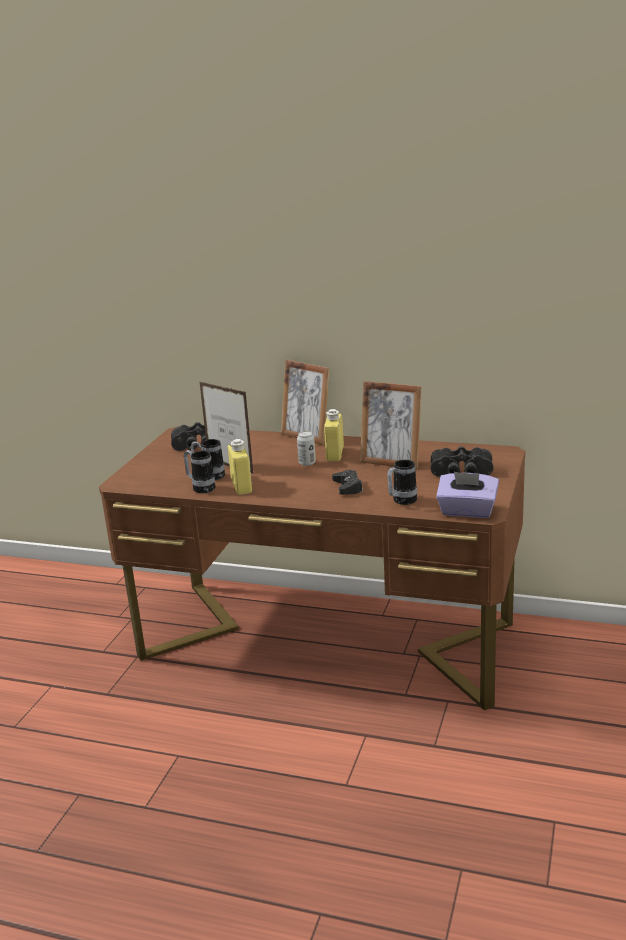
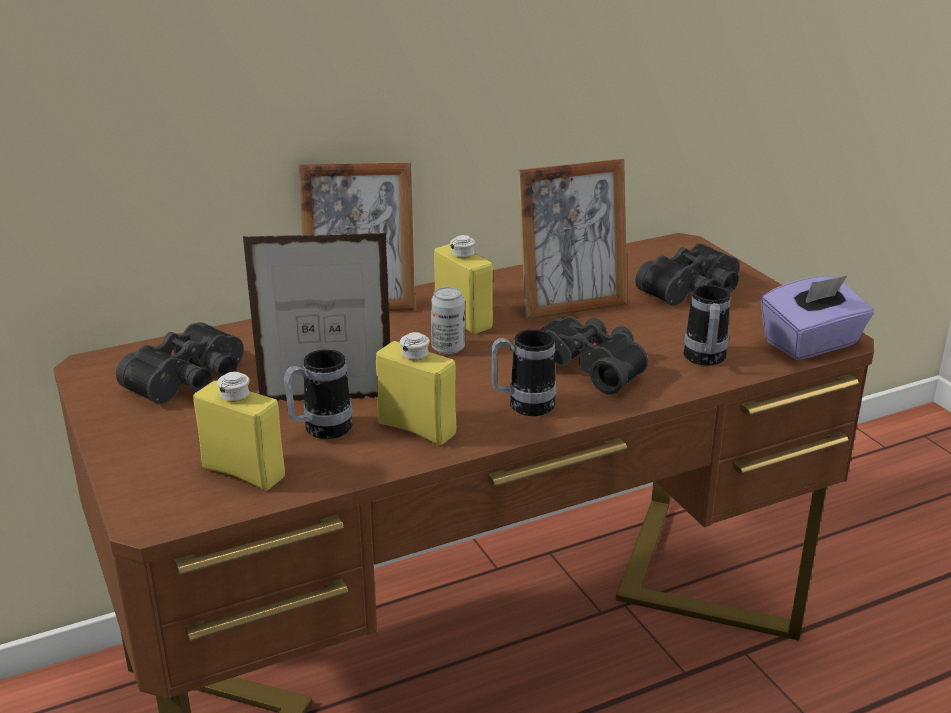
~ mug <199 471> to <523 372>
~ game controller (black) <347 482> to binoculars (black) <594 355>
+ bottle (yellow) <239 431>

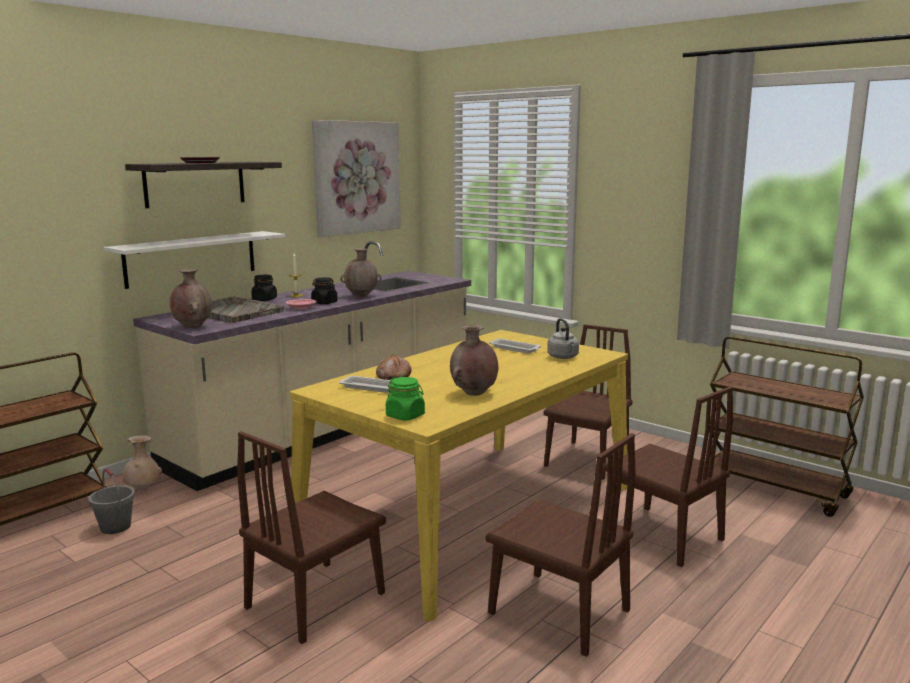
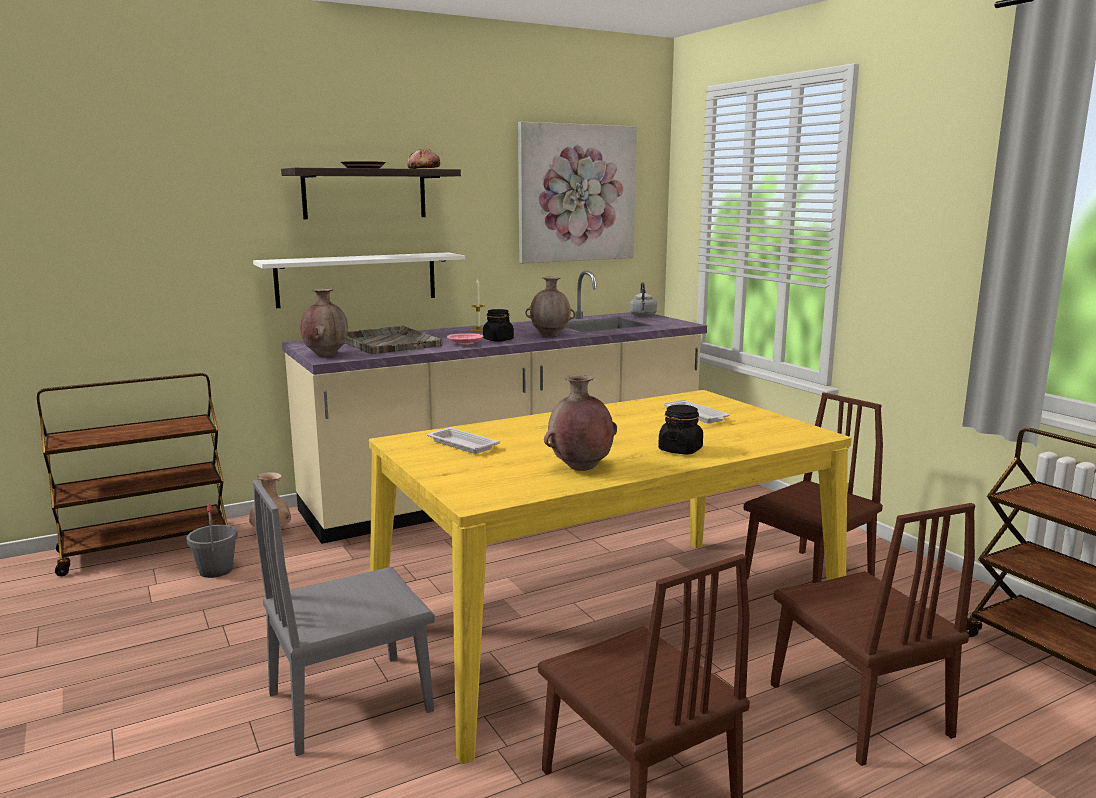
~ jar (black) <264 288> to <680 430>
~ kettle (grey) <563 338> to <643 299>
~ bread <393 367> to <423 158>
- jar (green) <405 398>
~ chair (brown) <311 537> to chair (grey) <344 617>

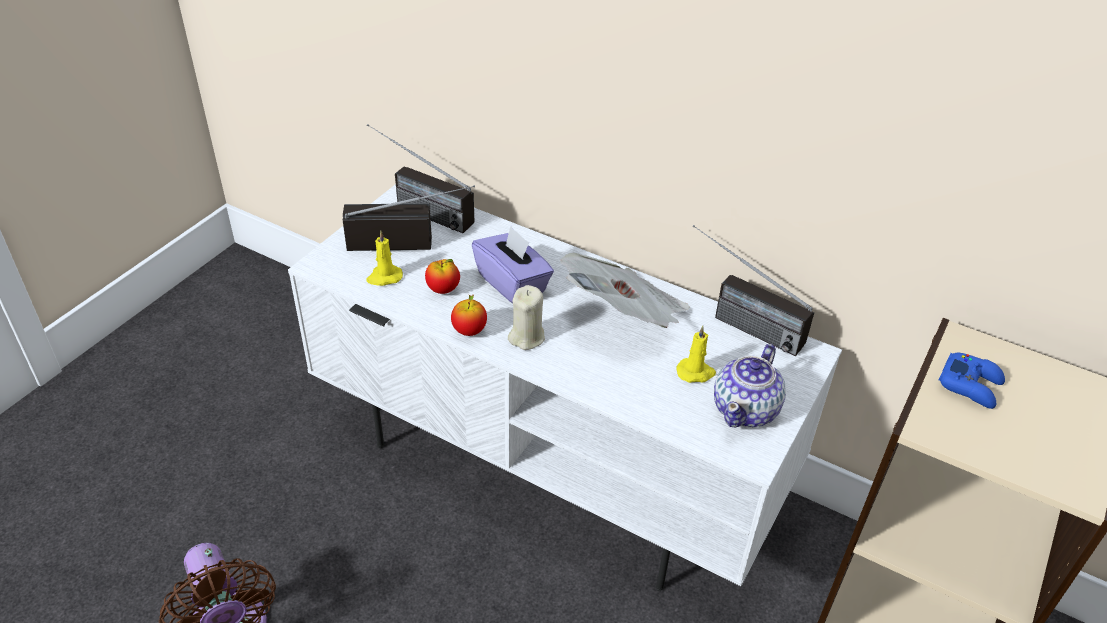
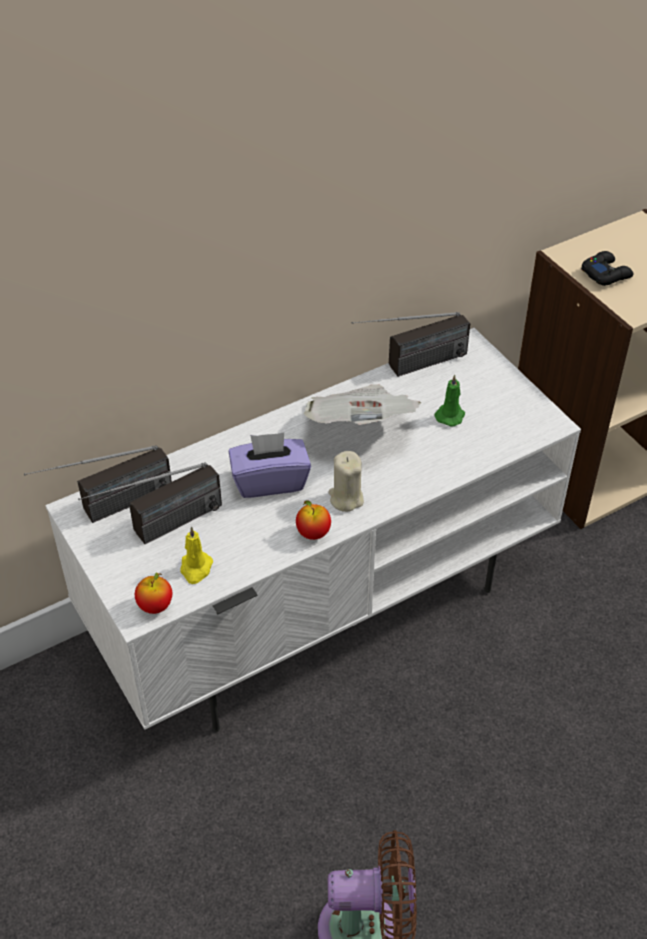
~ radio <409 218> = <150 503> 150 degrees counterclockwise
~ apple <442 276> to <153 593>
~ candle (yellow) <696 354> to candle (green) <450 400>
- teapot <750 386>
~ game controller (blue) <972 381> to game controller (black) <607 268>

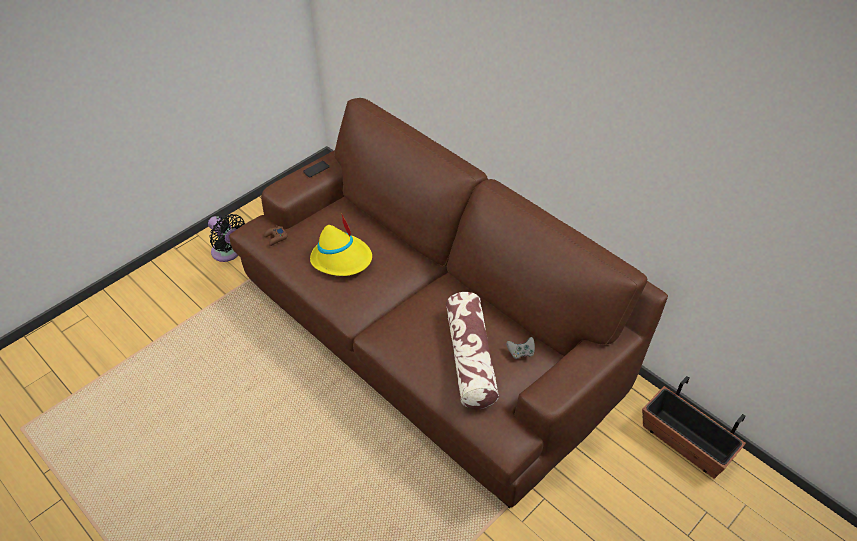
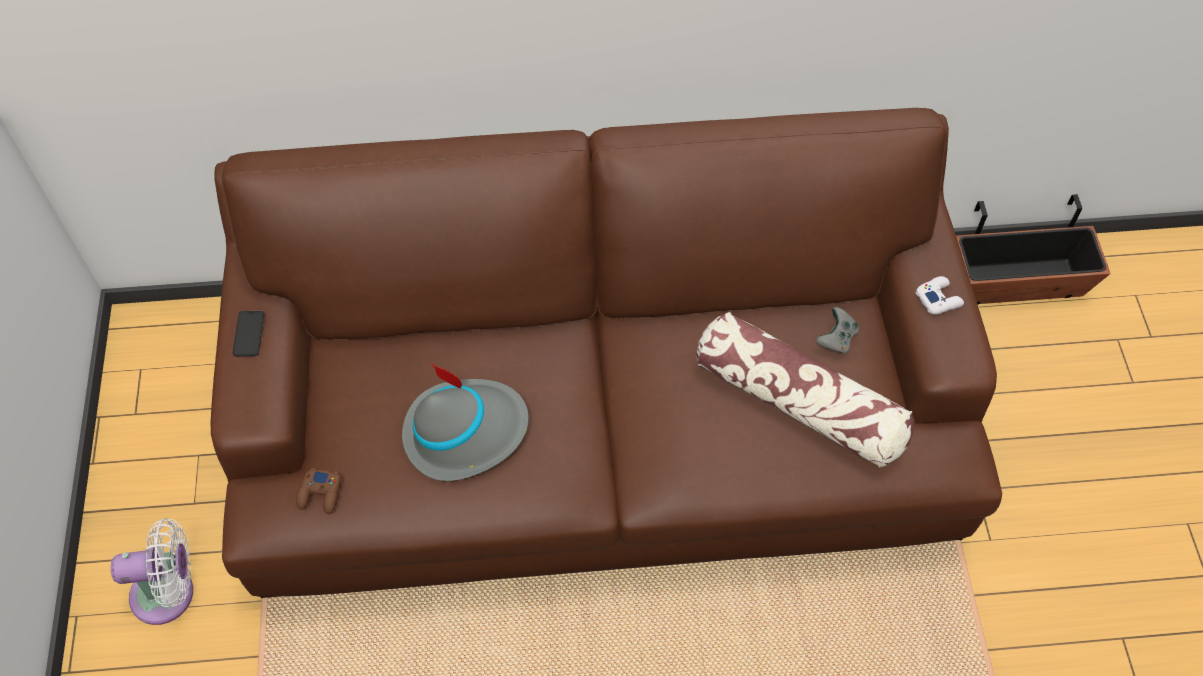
~ hat (yellow) <341 244> to hat (grey) <465 422>
~ fan (black) <226 238> to fan (white) <152 571>
+ game controller (white) <939 295>

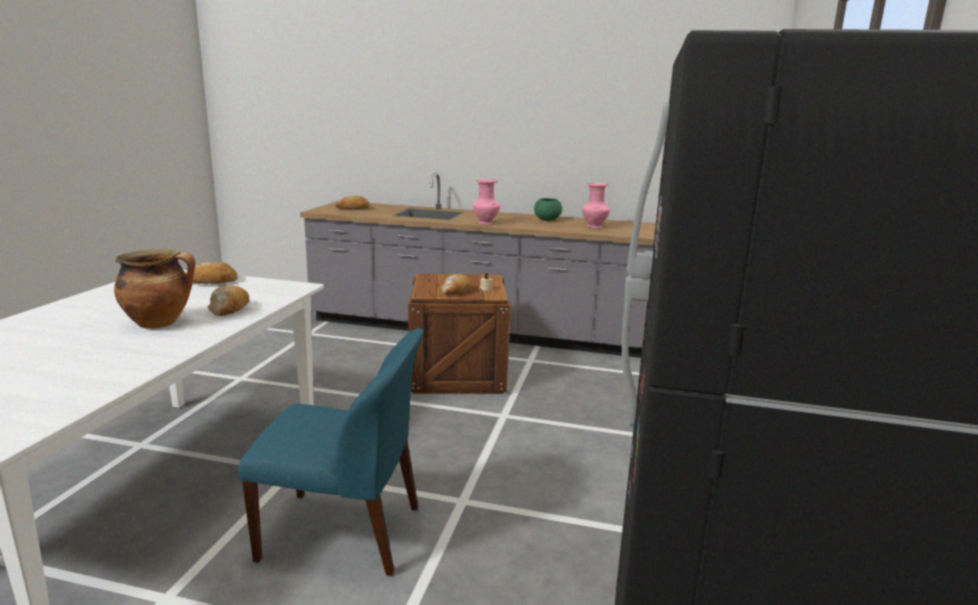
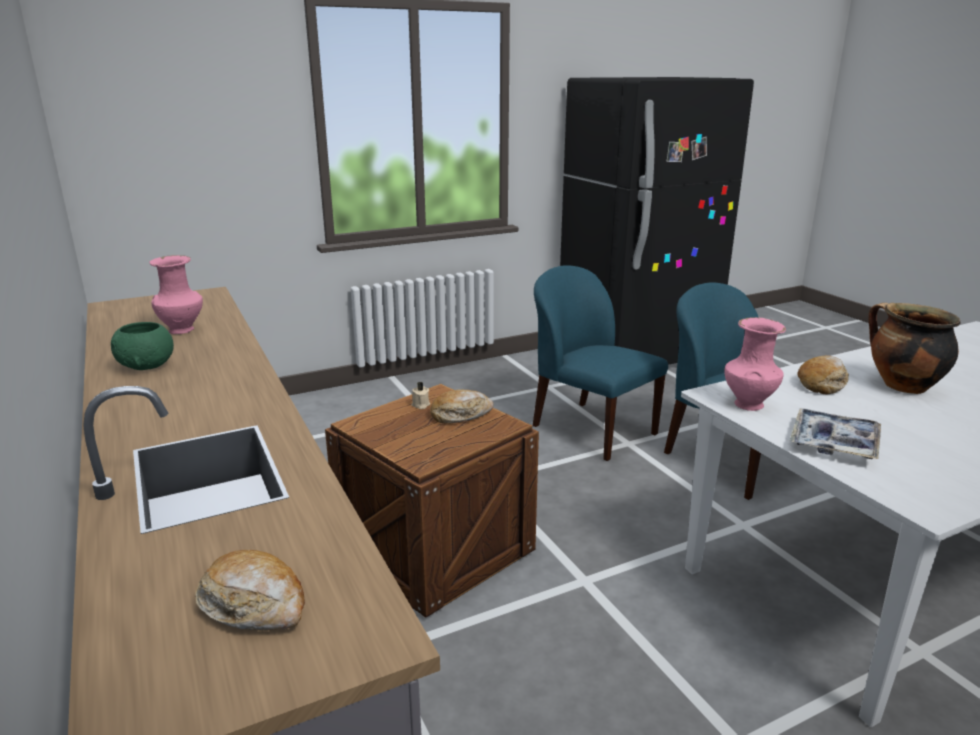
~ vase (pink) <487 202> to <755 364>
~ bread <211 273> to tray <835 433>
+ chair (blue) <600 363>

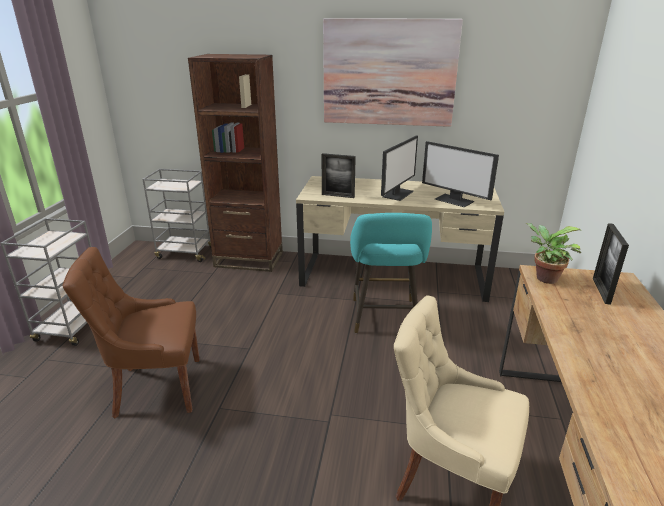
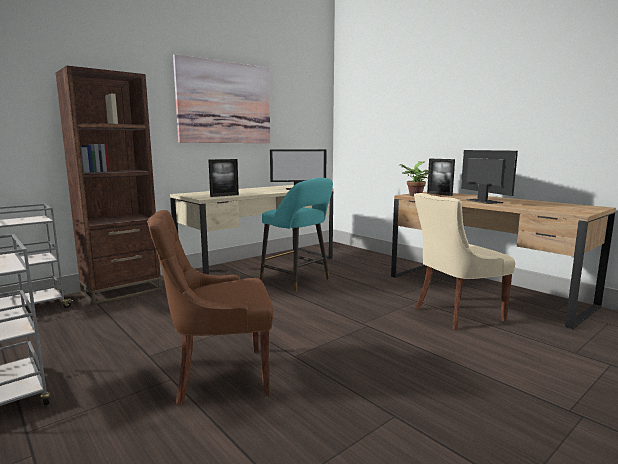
~ monitor <399 168> to <489 177>
~ chair (brown) <131 332> = <210 307> 45 degrees clockwise

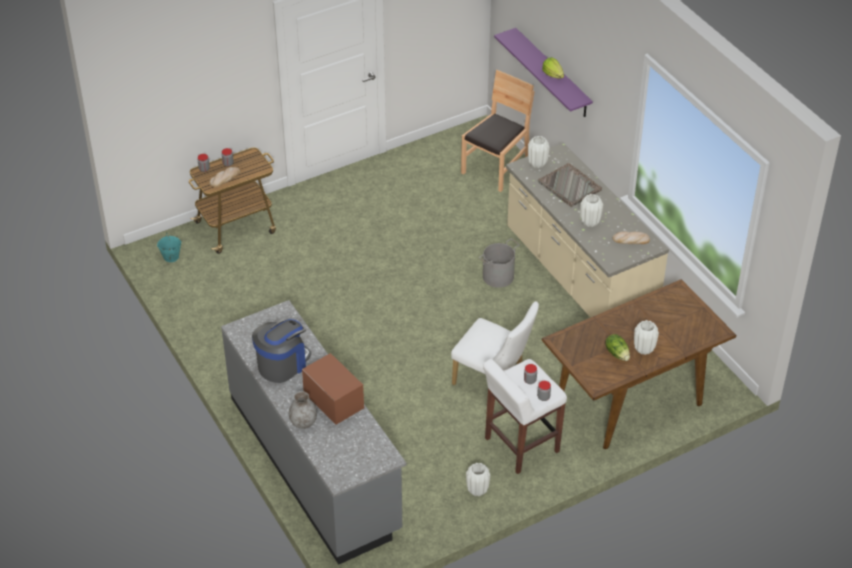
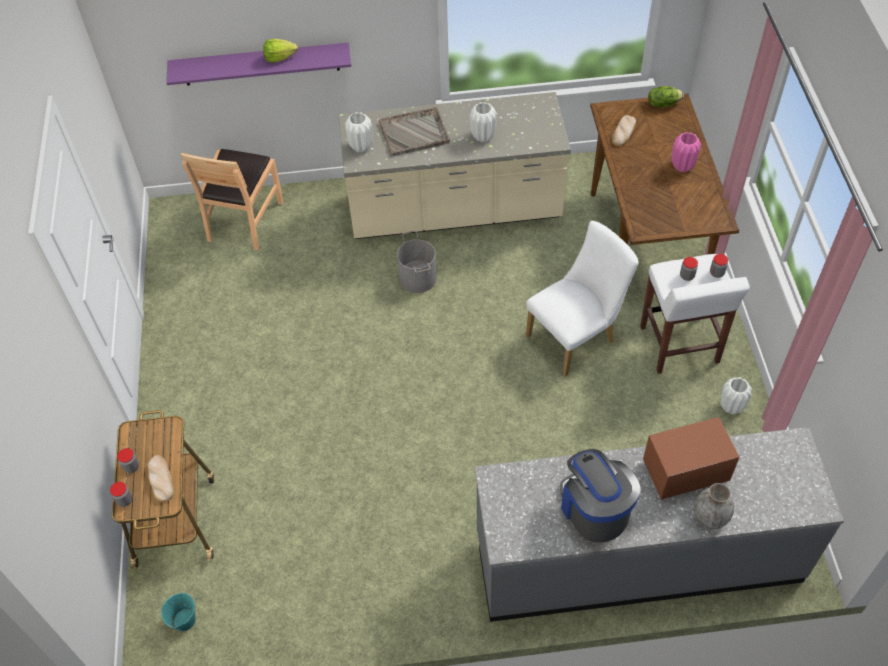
~ chair (brown) <497 131> = <232 199> 135 degrees counterclockwise
~ bread <631 238> to <624 130>
~ vase (white) <646 337> to vase (pink) <686 152>
~ lettuce <617 347> to <666 97>

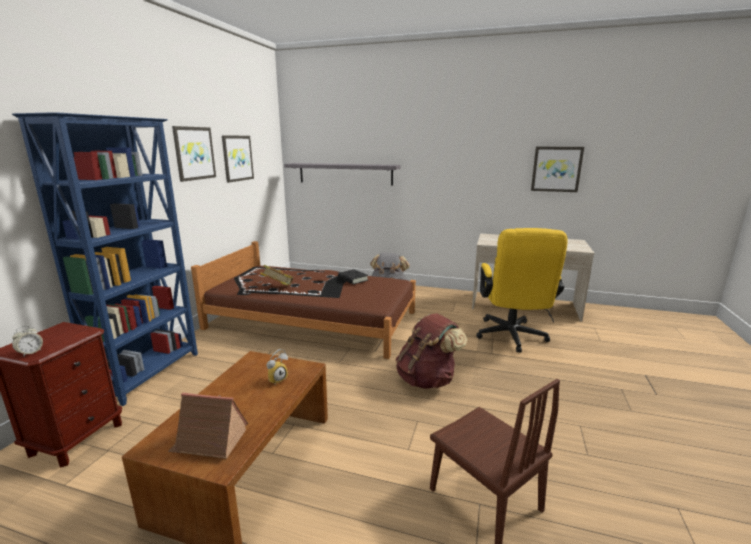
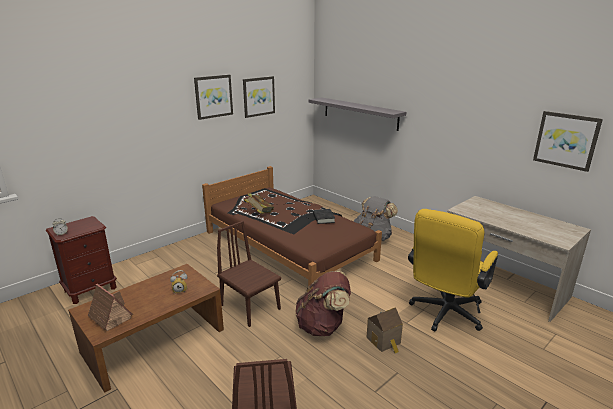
- bookcase (blue) <105 259>
+ chair (brown) <249 274>
+ toy house <384 330>

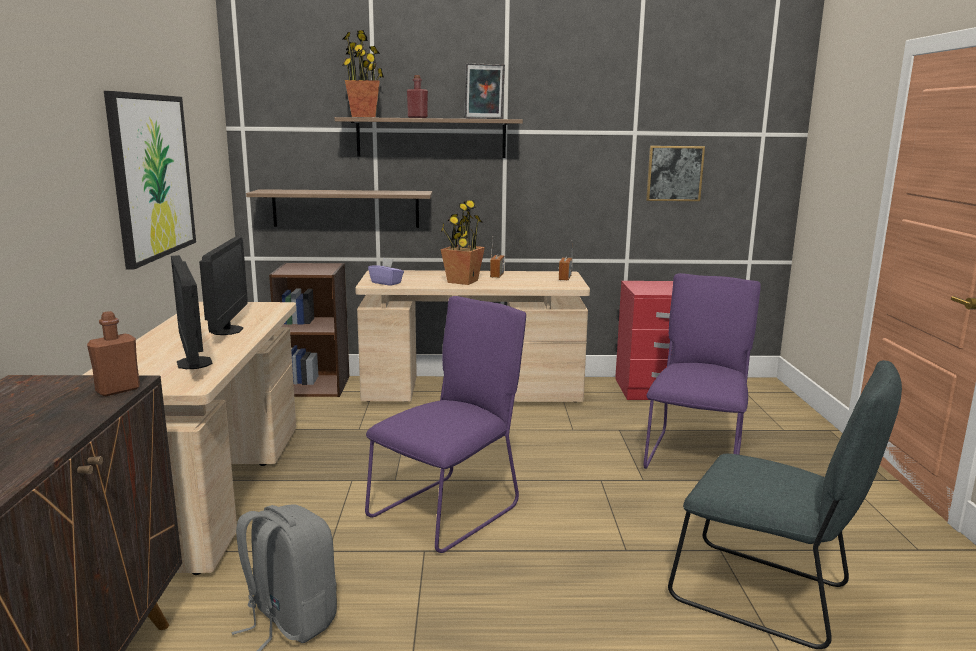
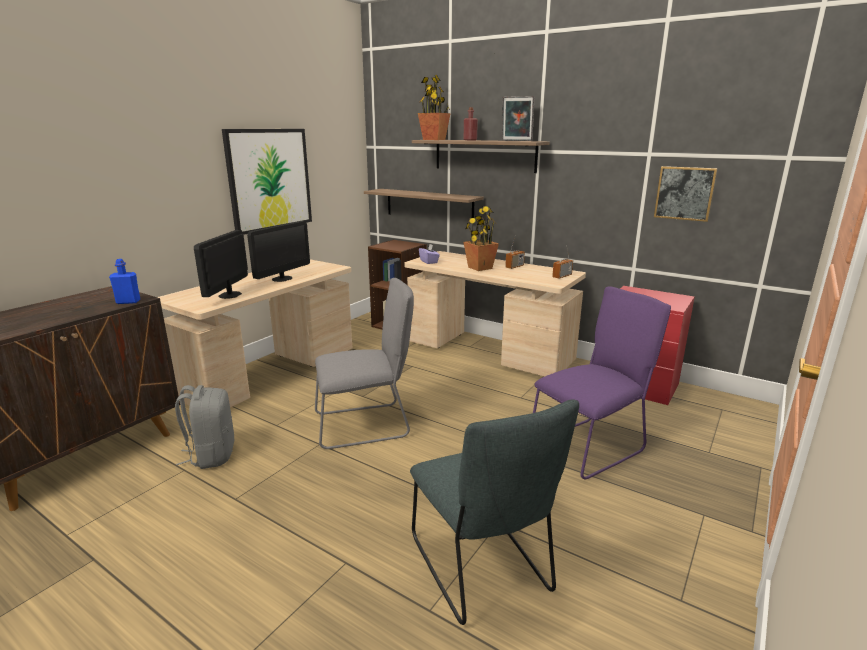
~ chair (purple) <445 424> to chair (grey) <364 363>
~ bottle (brown) <113 353> to bottle (blue) <124 281>

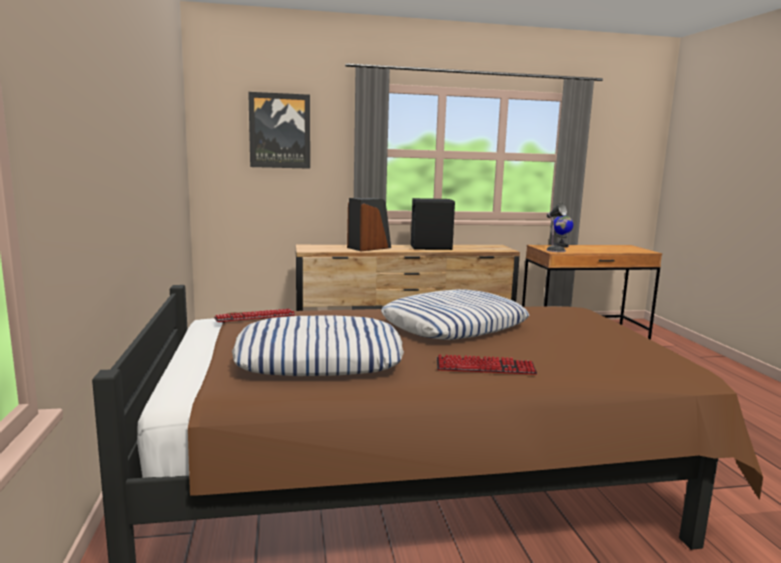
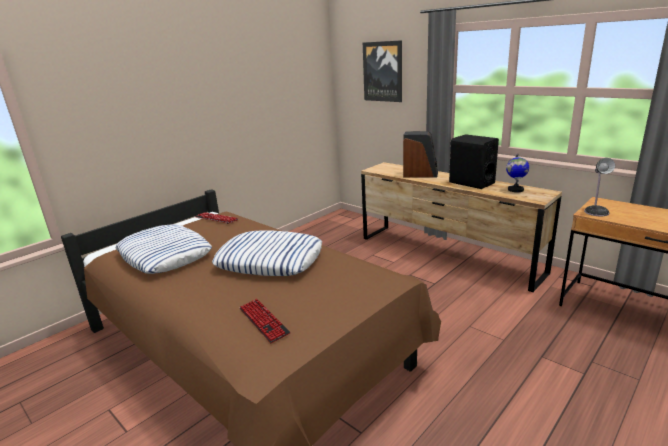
~ globe <562 231> to <517 173>
~ keyboard <487 364> to <265 321>

